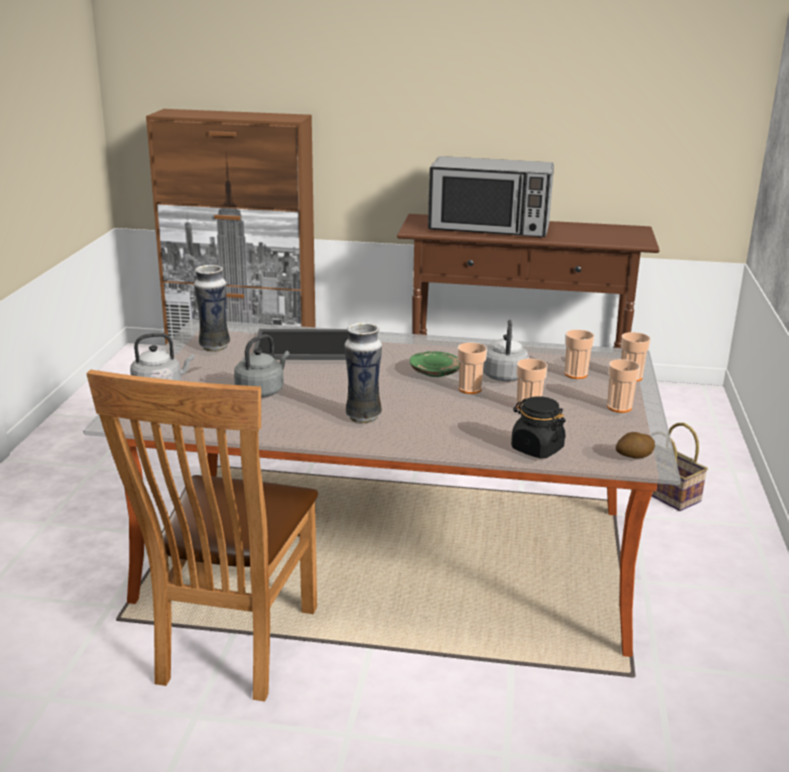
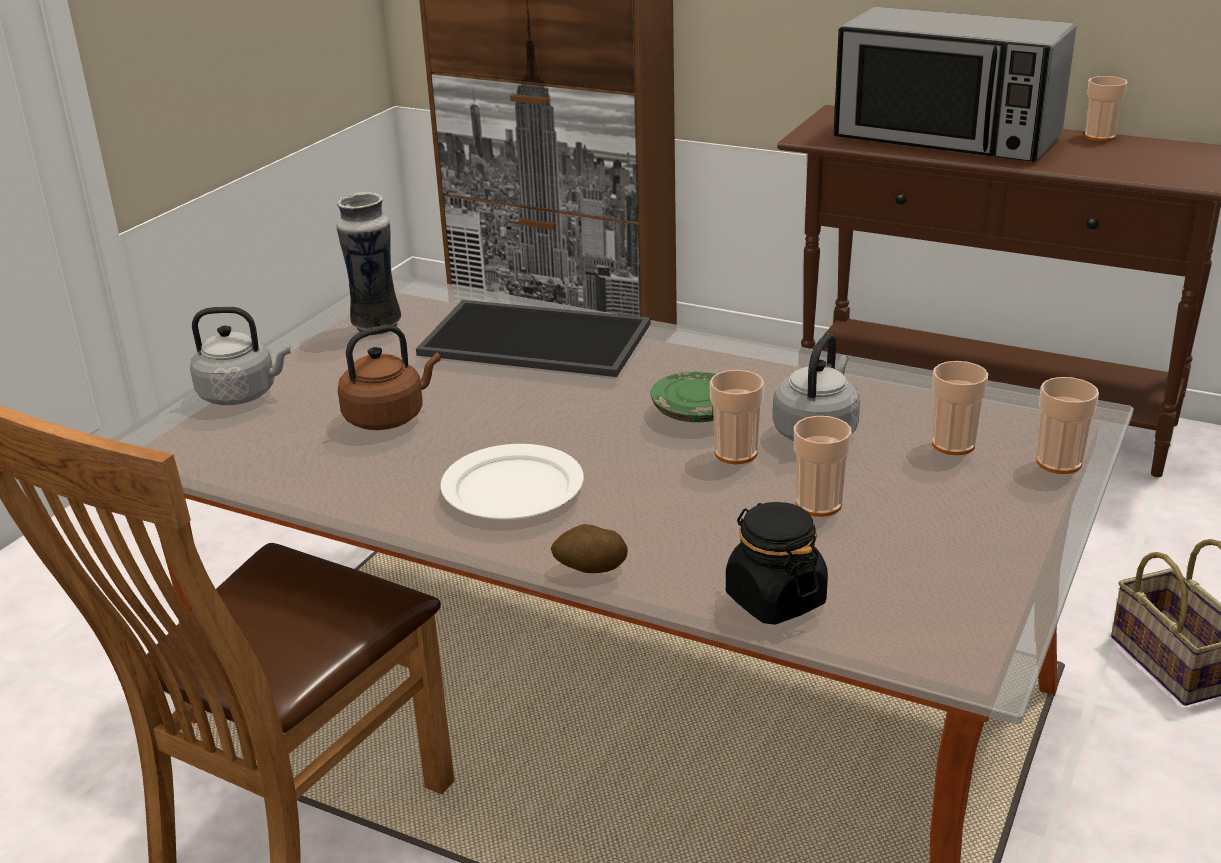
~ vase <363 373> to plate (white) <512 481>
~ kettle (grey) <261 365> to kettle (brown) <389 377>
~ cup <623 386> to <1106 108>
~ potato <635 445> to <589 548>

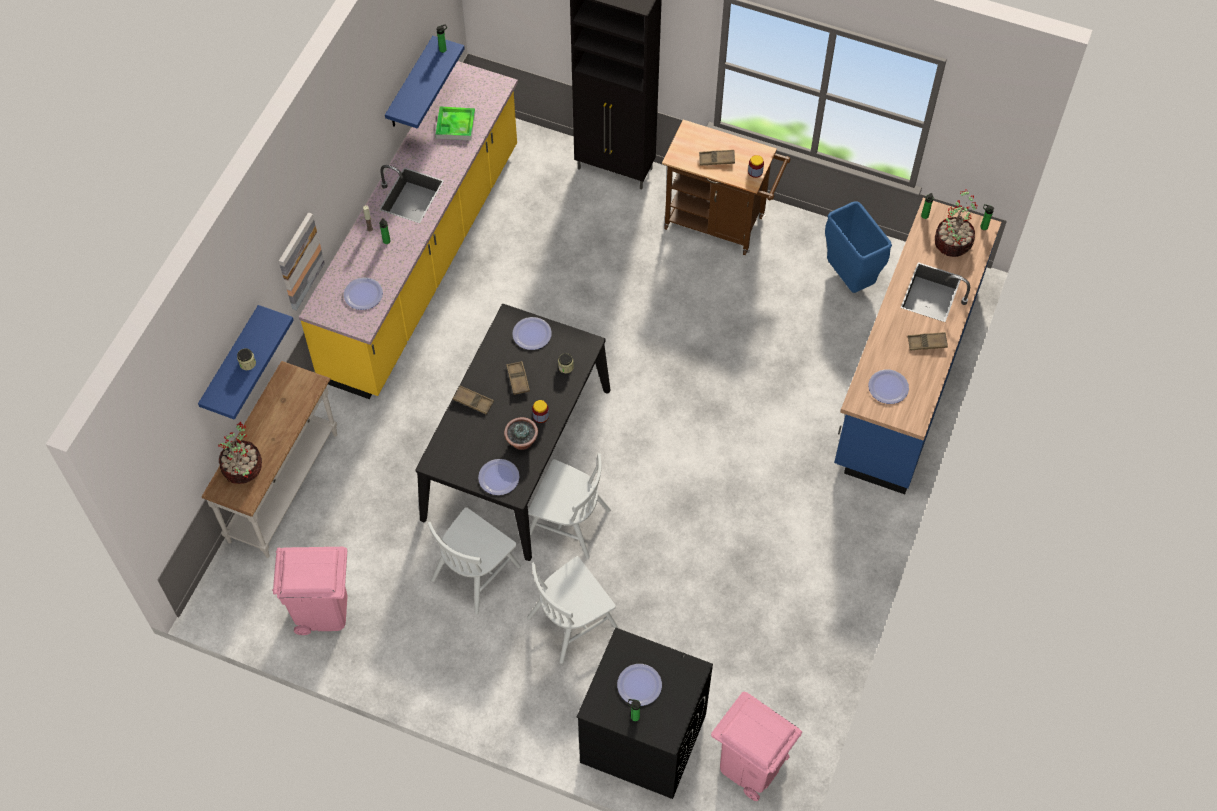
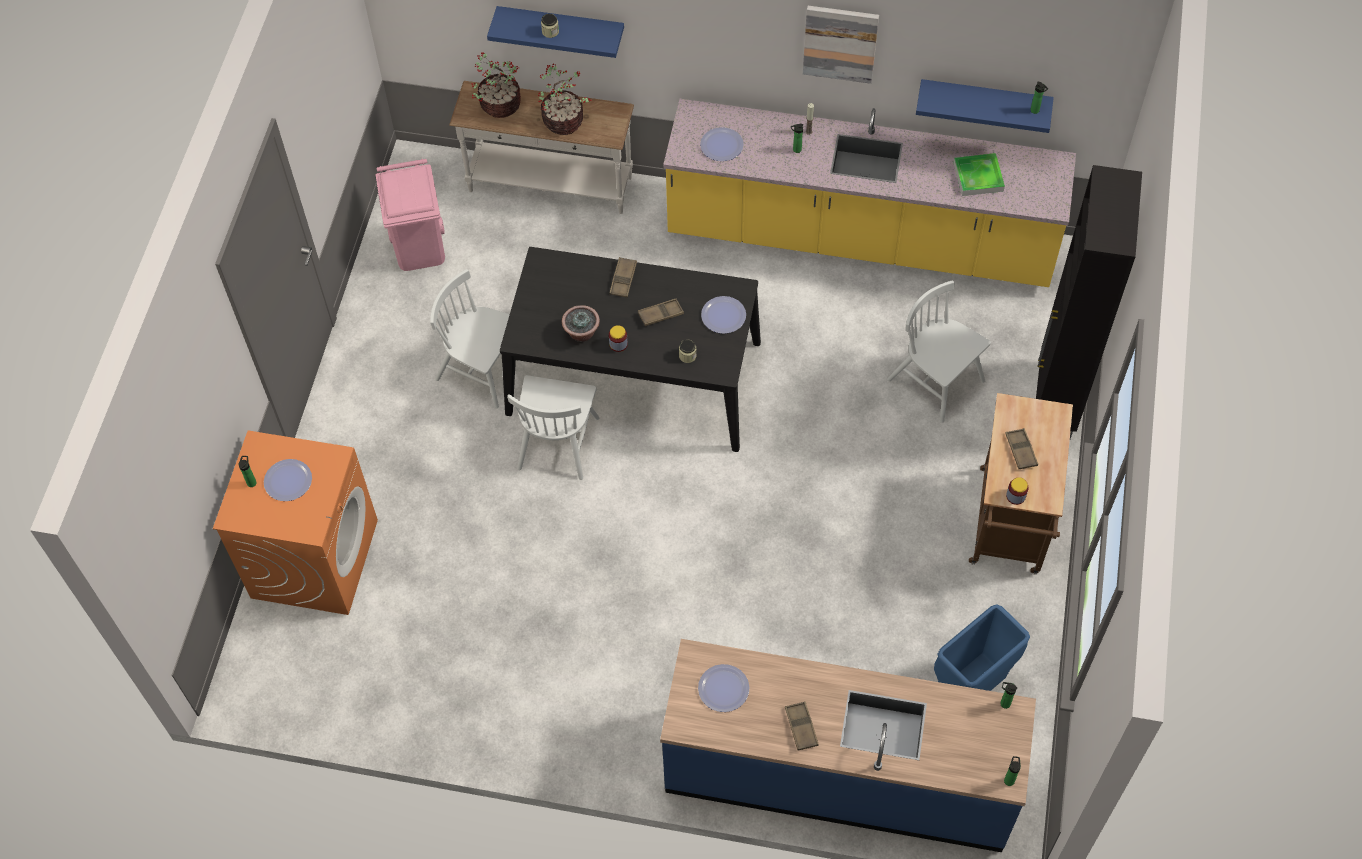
~ potted plant <956 223> to <565 99>
~ picture <302 261> to <841 45>
- plate <499 477>
~ chair (white) <572 610> to <939 351>
~ washing machine (black) <645 713> to washing machine (orange) <295 522>
- trash can (pink) <756 746>

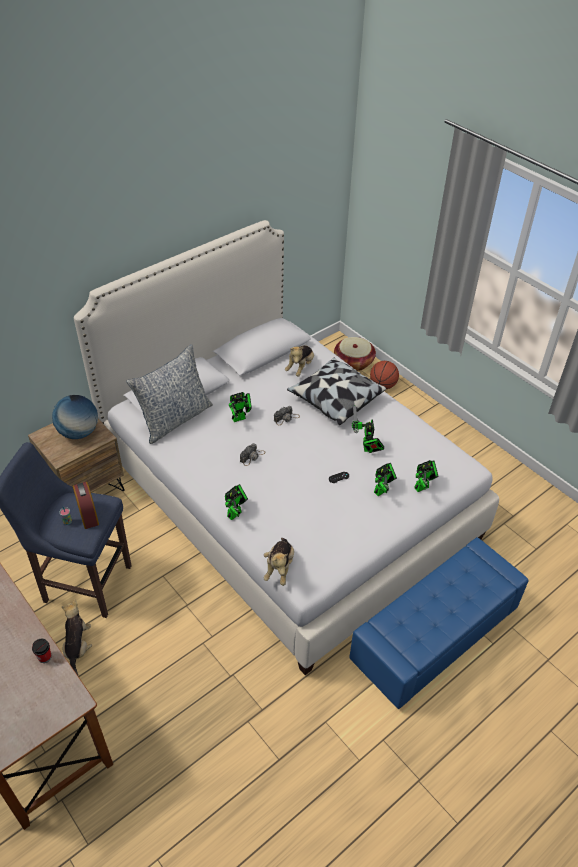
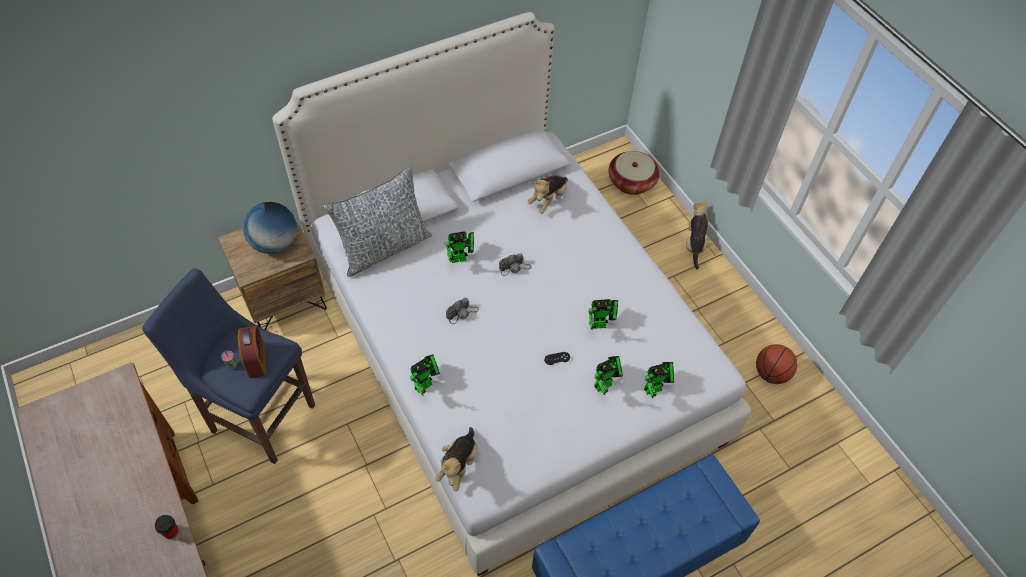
- pillow <336 391>
~ basketball <384 375> to <776 364>
~ toy robot <368 429> = <603 314> 105 degrees counterclockwise
~ plush toy <77 637> to <699 234>

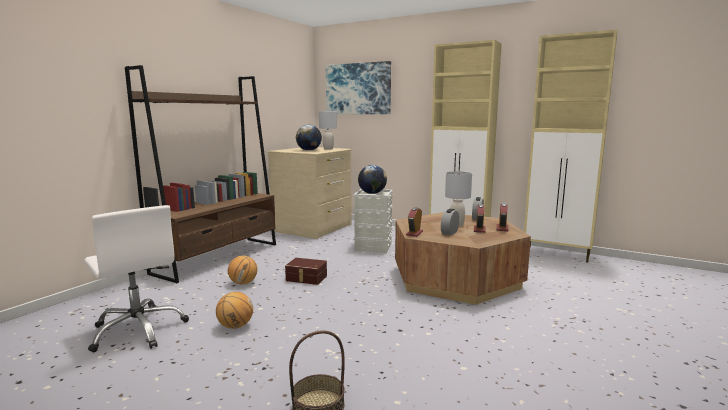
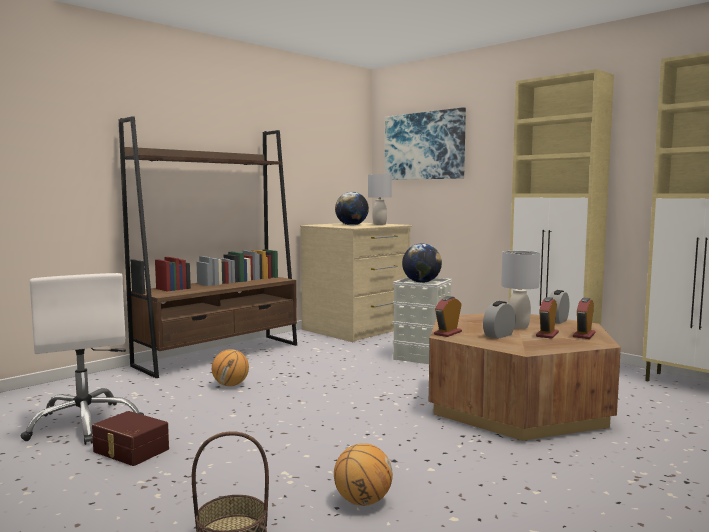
~ storage box (brown) <306 271> to <130 438>
~ basketball <234 310> to <363 474>

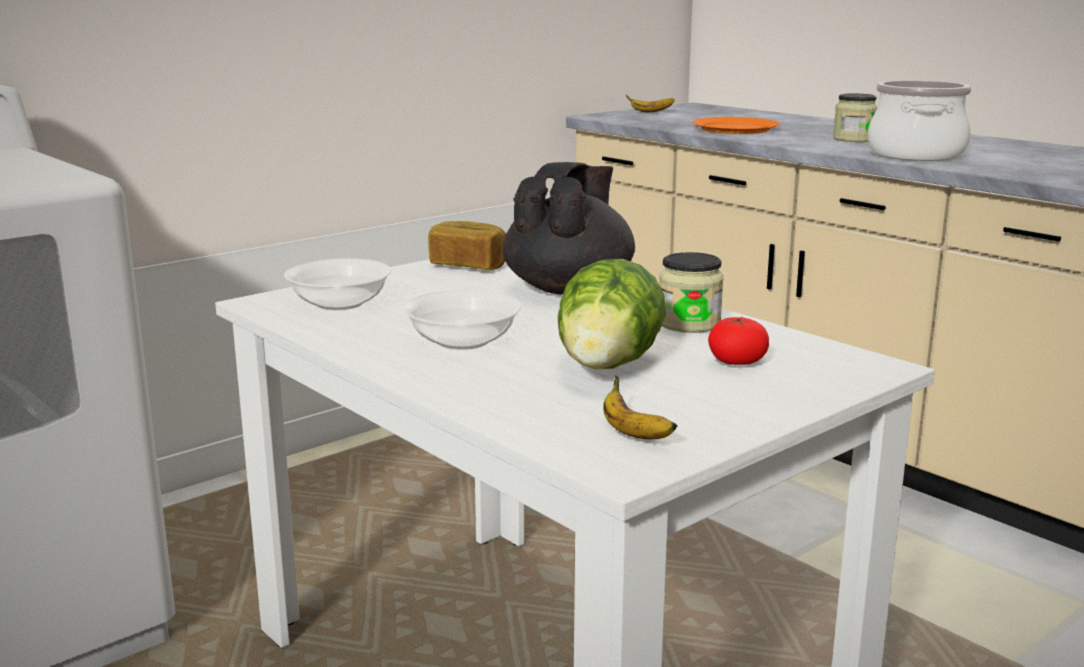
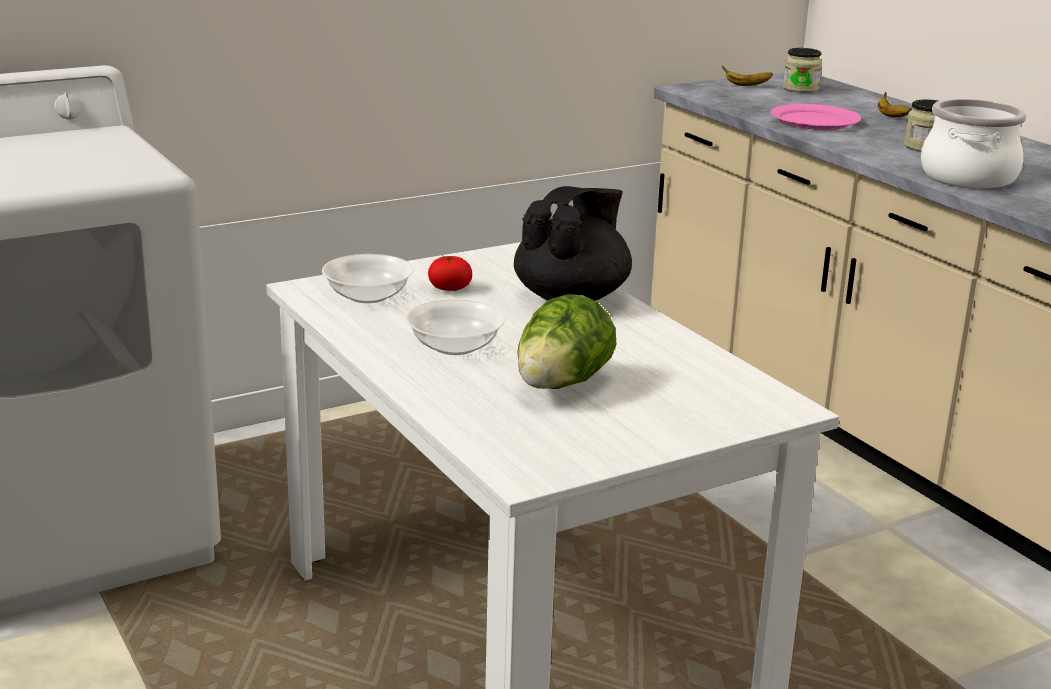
~ plate (orange) <736 125> to plate (pink) <815 117>
- bread <467 245>
~ jar <691 292> to <802 70>
~ tomato <738 341> to <450 273>
~ banana <640 407> to <895 104>

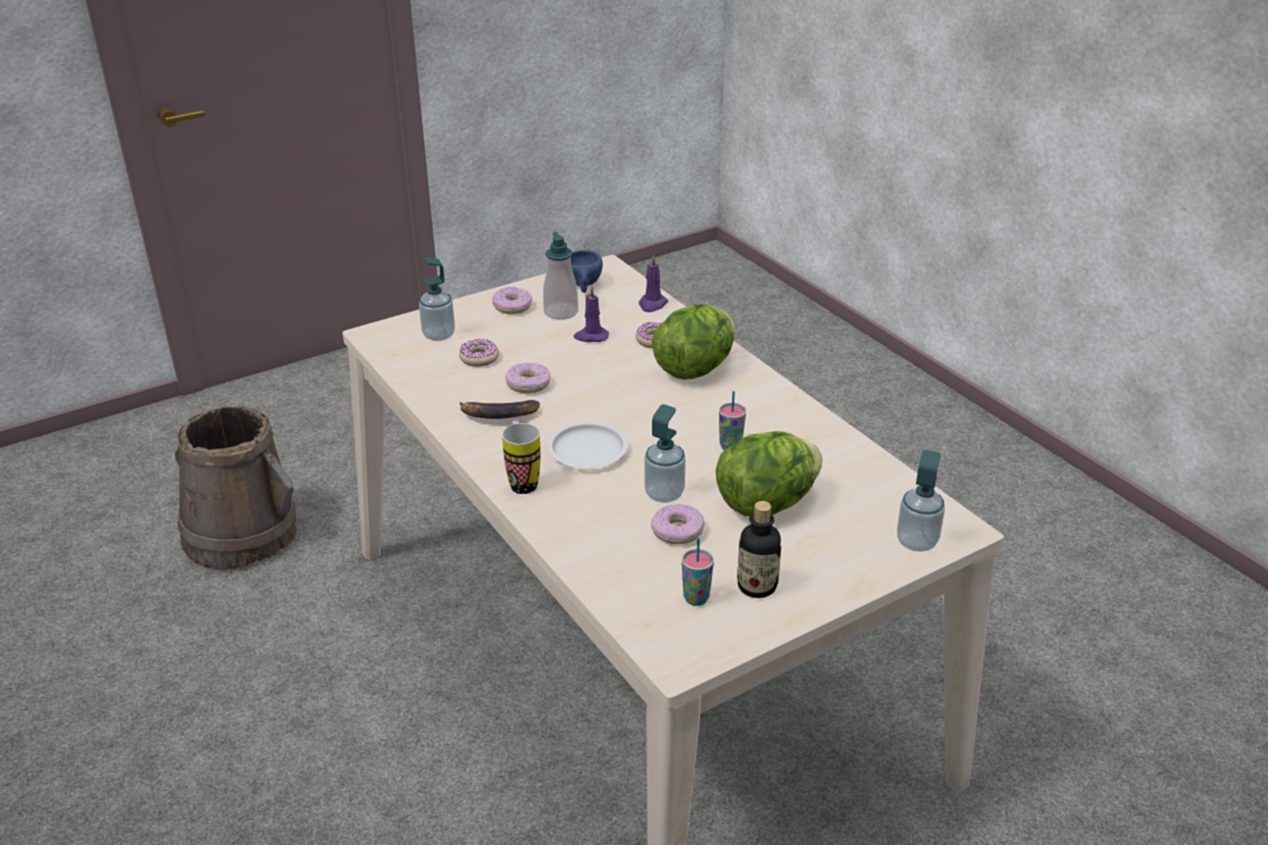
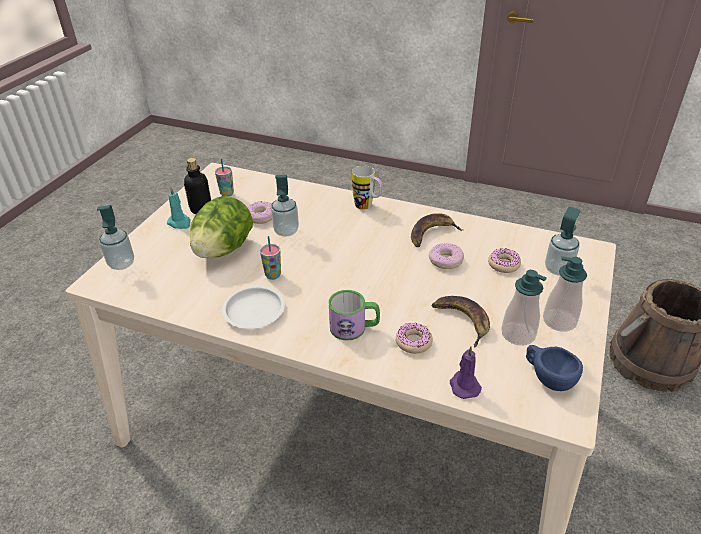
~ candle (purple) <591 314> to banana <460 322>
~ donut <512 300> to soap dispenser <565 294>
~ lettuce <693 342> to mug <354 315>
~ plate (white) <588 445> to <253 307>
+ candle (turquoise) <179 208>

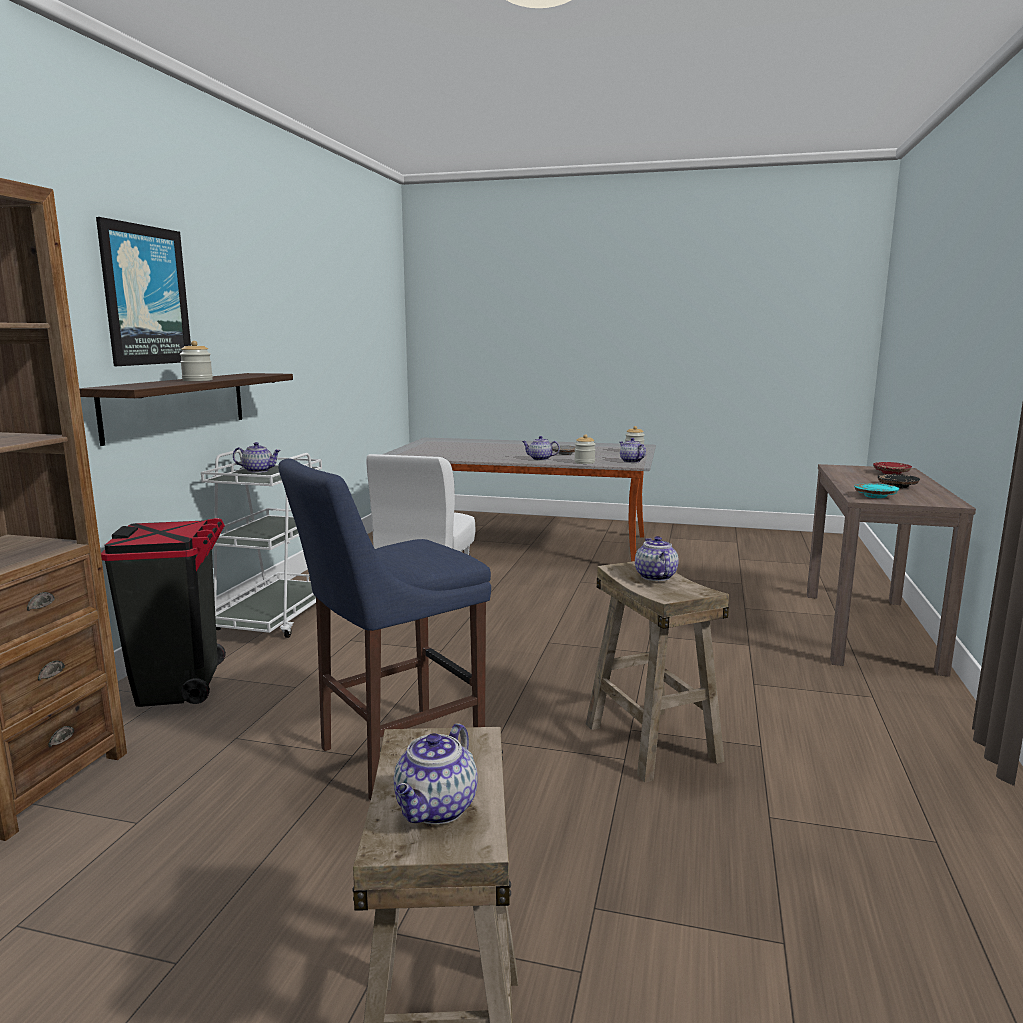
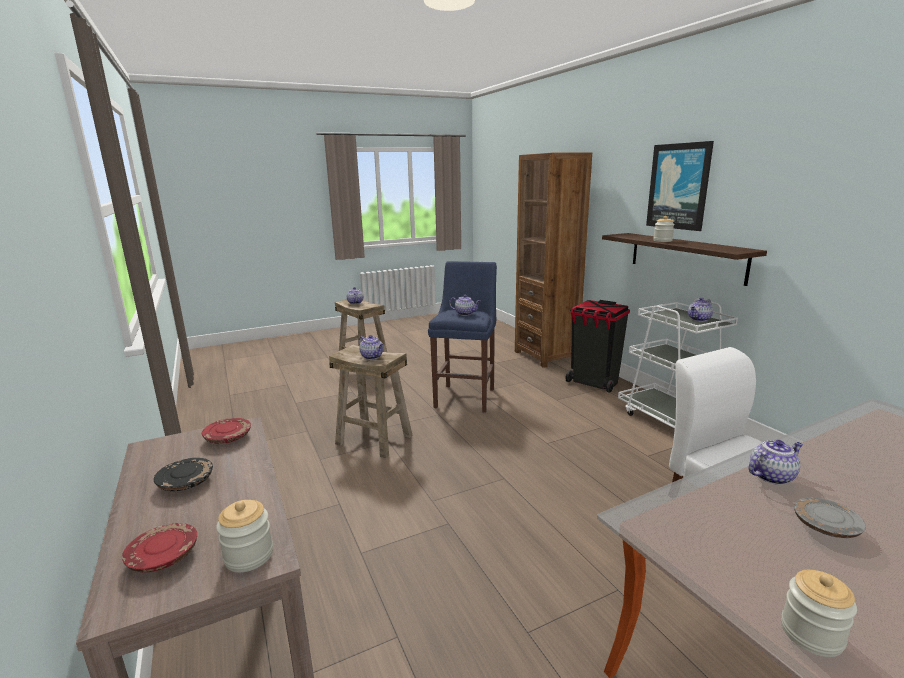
~ jar <585 449> to <244 536>
~ teapot <632 450> to <465 305>
~ plate (turquoise) <876 490> to plate (red) <226 430>

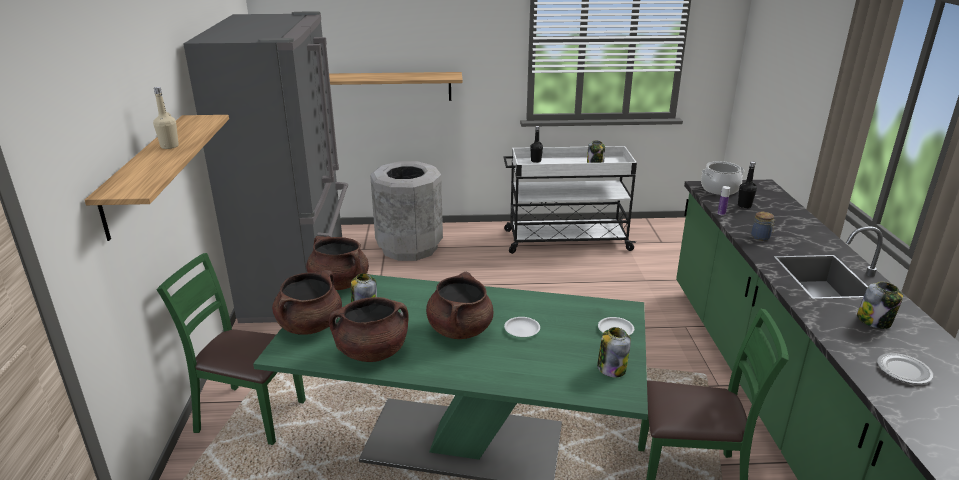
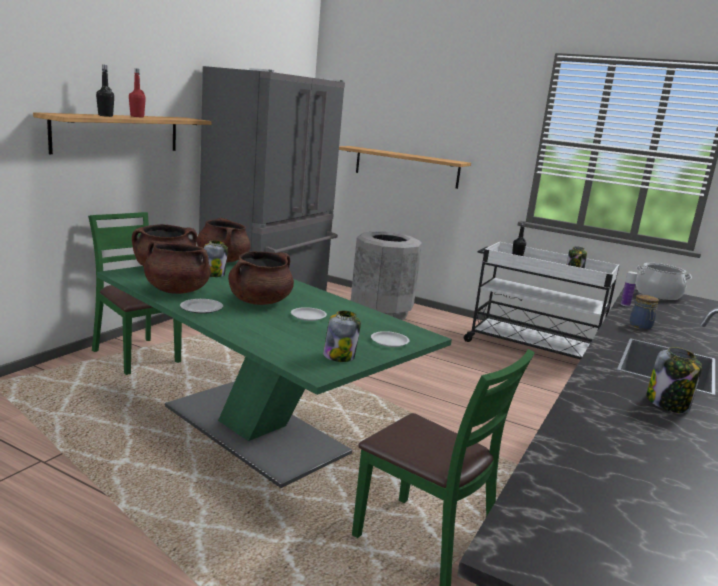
~ bottle (beige) <166 118> to bottle (red) <137 92>
~ bottle (black) <747 184> to <105 91>
~ plate <905 368> to <201 306>

